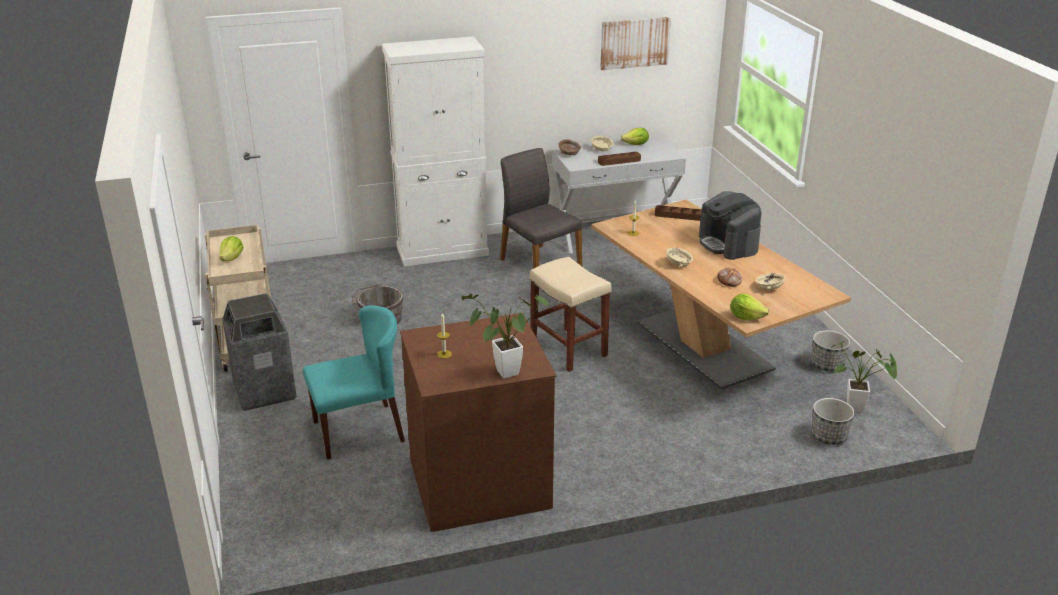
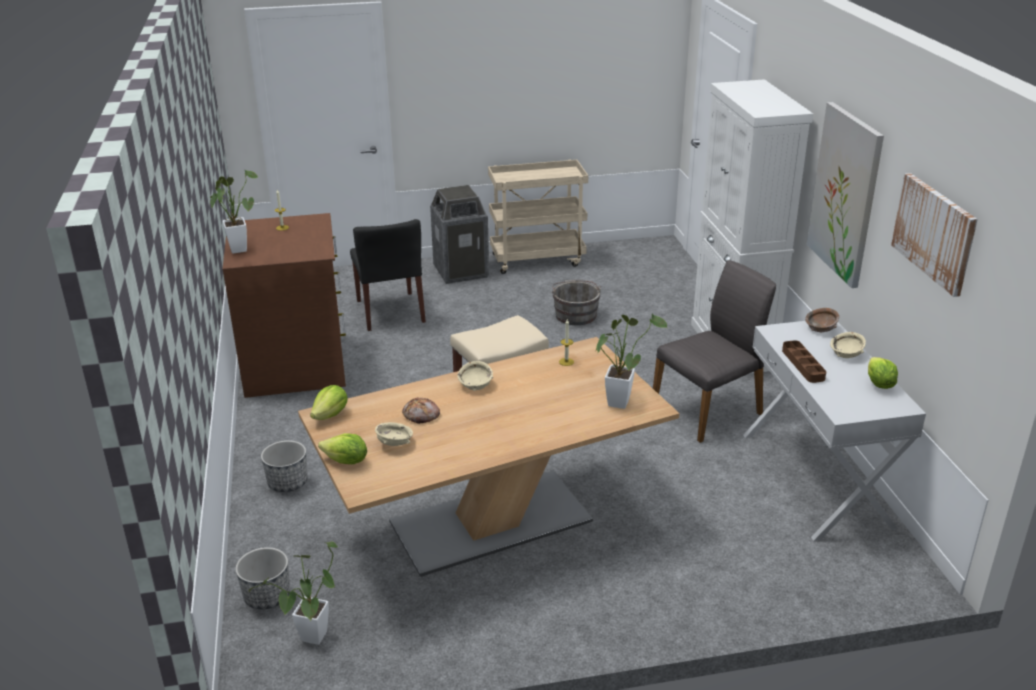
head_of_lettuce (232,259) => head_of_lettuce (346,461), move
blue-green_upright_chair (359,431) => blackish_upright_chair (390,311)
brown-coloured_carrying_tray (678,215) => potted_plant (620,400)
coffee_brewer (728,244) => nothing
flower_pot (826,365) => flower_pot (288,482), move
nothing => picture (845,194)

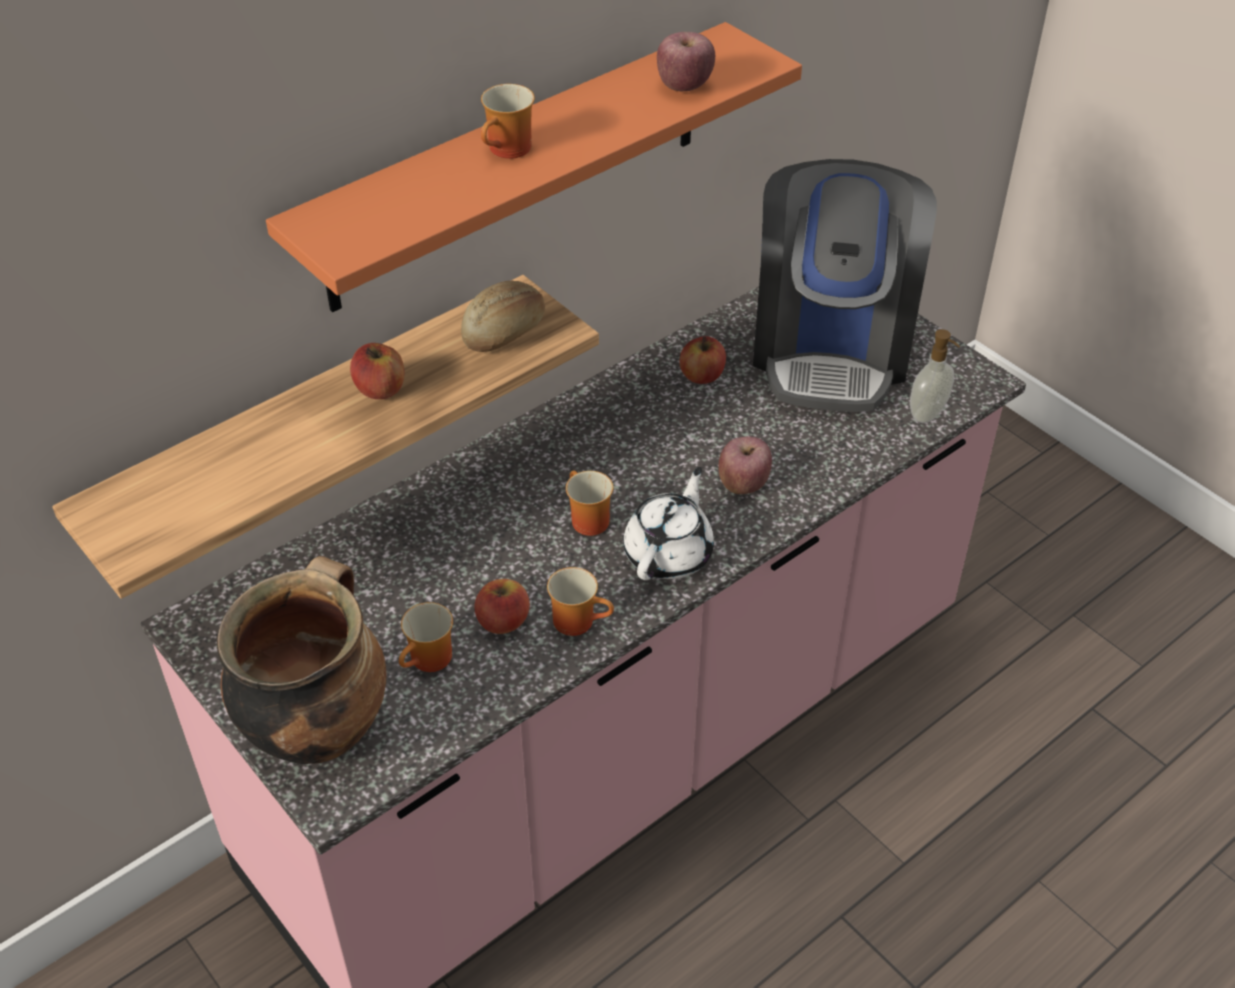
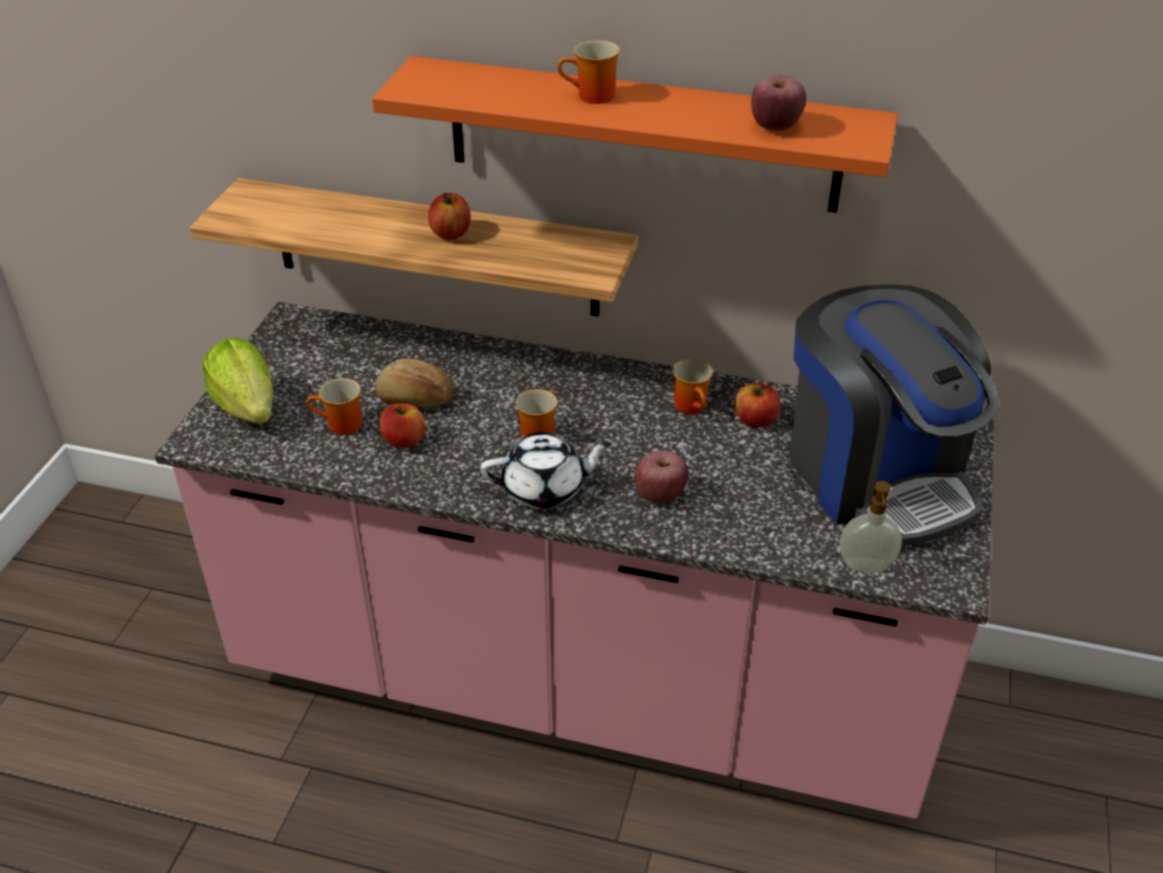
stockpot (317,727) => head_of_lettuce (247,407)
bakery_bread (506,332) => bakery_bread (414,399), move
mug (579,620) => mug (693,406), move
coffee_brewer (831,348) => coffee_brewer (876,474), 90 degrees counterclockwise

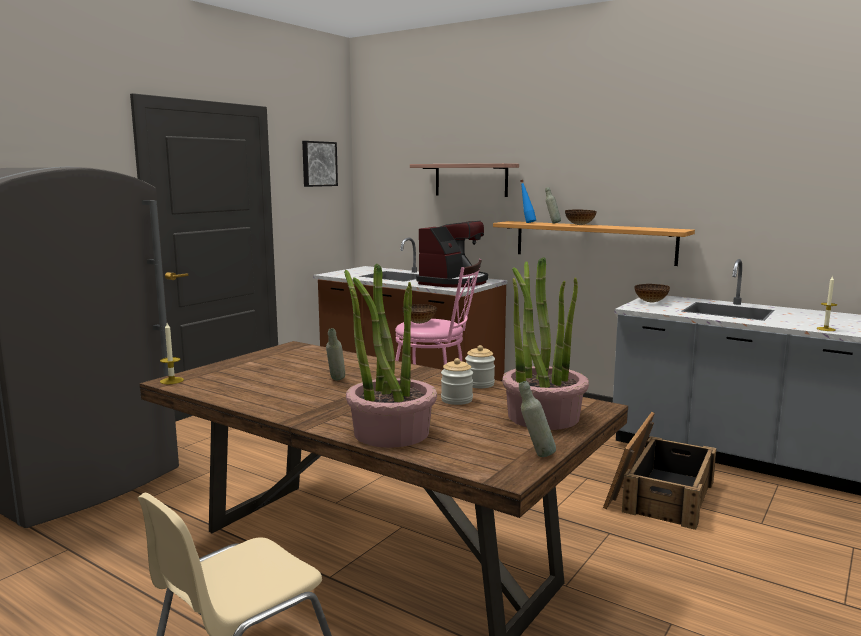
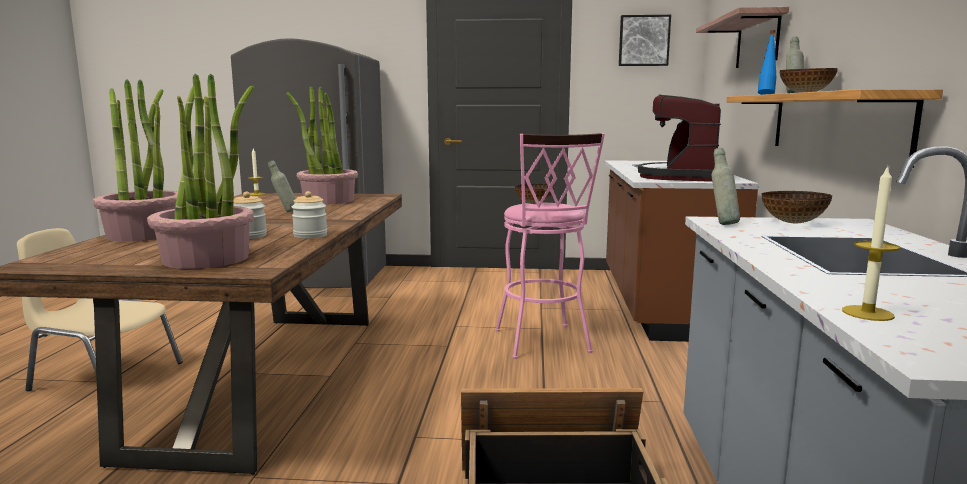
coffee_brewer (454,282) => coffee_brewer (680,177), 105 degrees clockwise
greyish_bottle (536,455) => greyish_bottle (722,224), move
nothing => potted_plant (328,200)

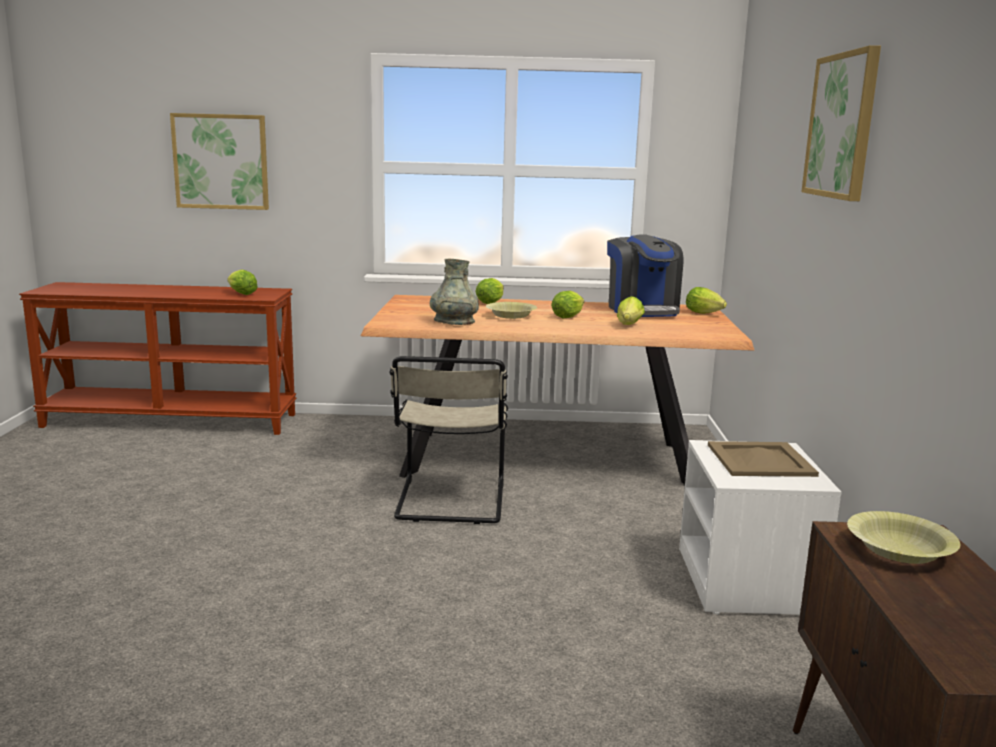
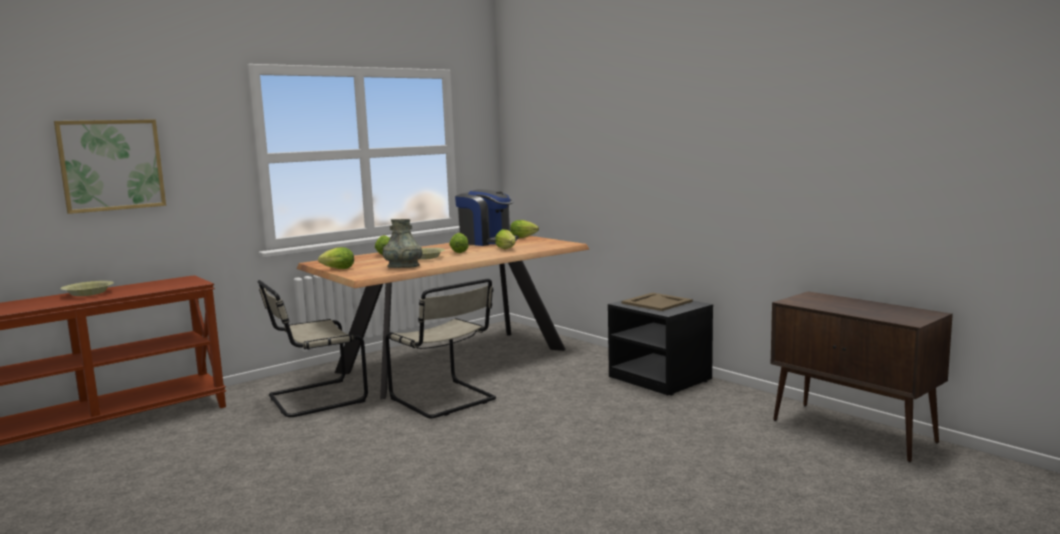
head_of_lettuce (240,293) => head_of_lettuce (336,269), move
white-coloured_night_table (748,582) => blackish_night_table (661,378)
picture (842,126) => nothing
yellow-coloured_bowl (899,550) => yellow-coloured_bowl (88,294), move
nothing => sand-coloured_upright_chair (313,399)

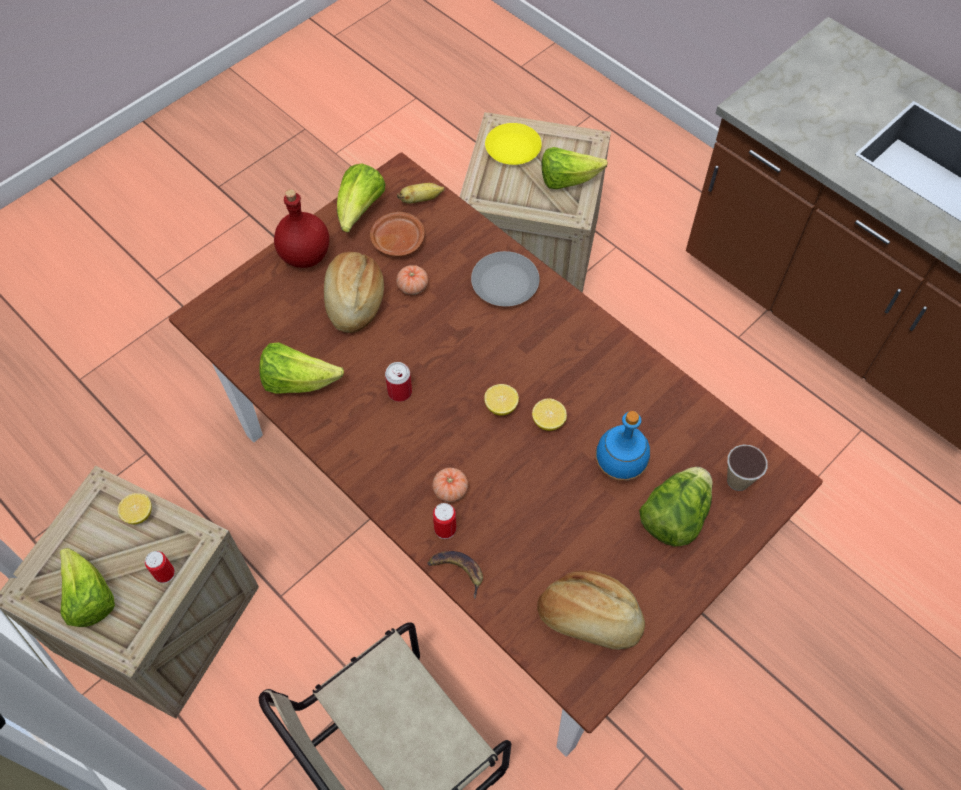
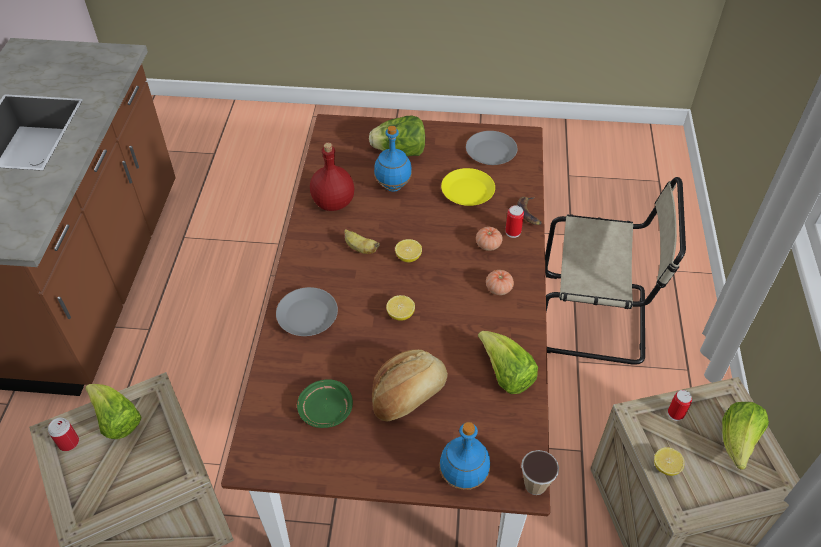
reddish_bottle (304,255) => reddish_bottle (333,203), move
head_of_lettuce (360,211) => nothing
brown-coloured_dinner_plate (397,240) => greenish_dinner_plate (325,410)
can (400,392) => can (68,442), move
whole_tomato (412,286) => whole_tomato (498,288), move
banana_fruit (421,199) => banana_fruit (360,248), move
yellow-coloured_dinner_plate (512,149) => yellow-coloured_dinner_plate (468,192), move
whole_lemon (548,421) => whole_lemon (400,314), move
bakery_bread (589,619) => greyish_dinner_plate (491,152)
drinking_cup (738,480) => drinking_cup (535,485), move
nothing => blue_bottle (463,476)

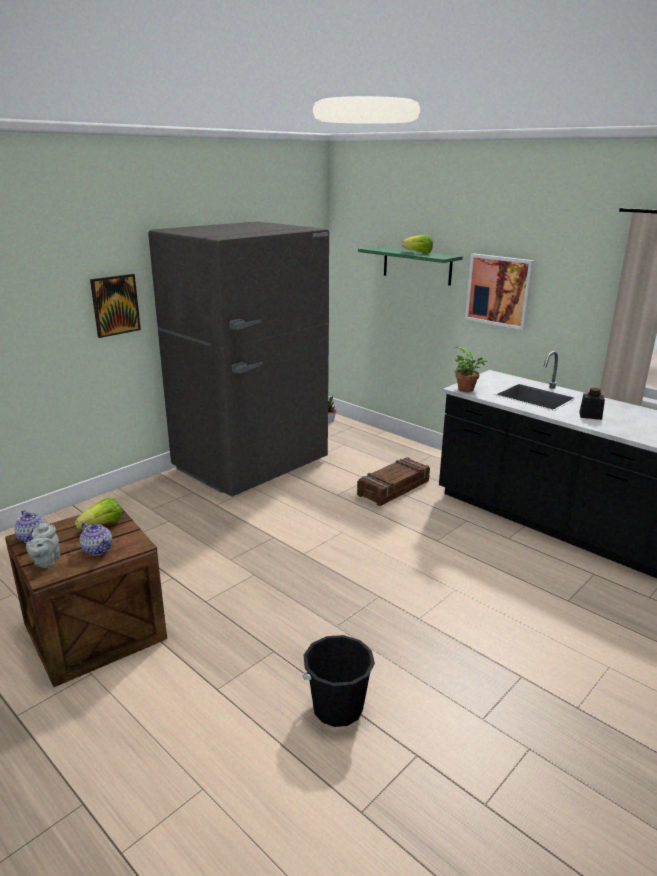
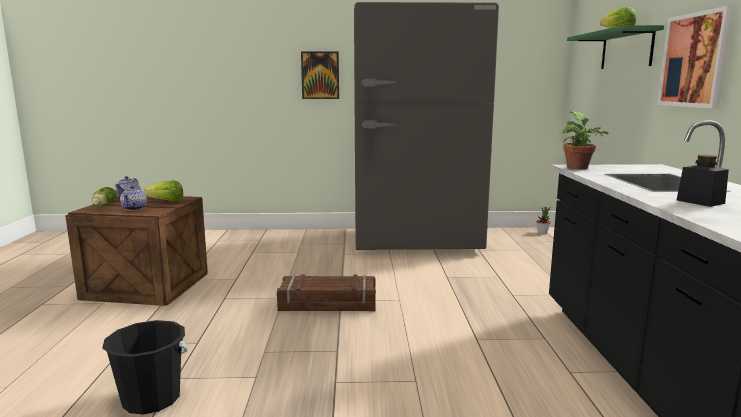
greyish_pot_for_tea (46,562) => head_of_lettuce (103,206)
shipping_crate (394,488) => shipping_crate (328,304), move

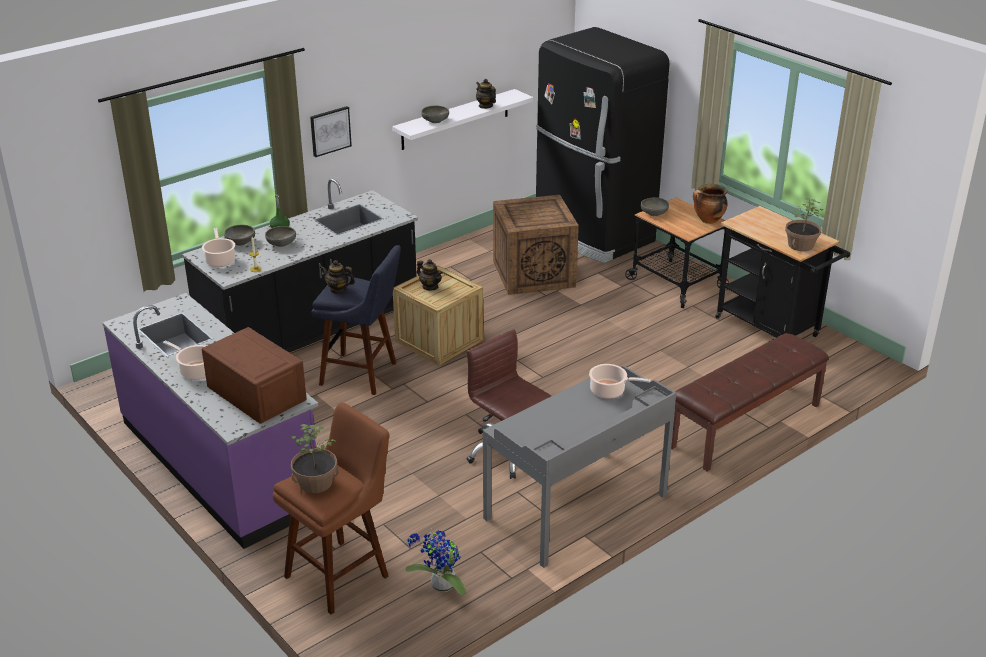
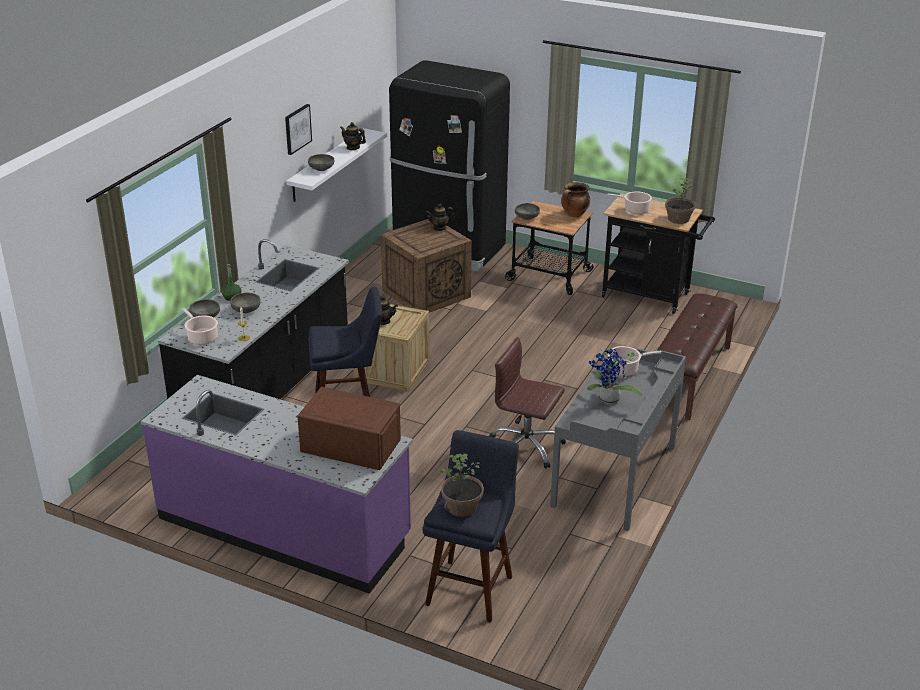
stockpot (195,371) => stockpot (634,210), move
brown-coloured_stool_seat (341,573) => blue_stool_seat (471,586)
picture (330,131) => picture (297,129), move
pot_for_tea (338,290) => pot_for_tea (440,228), move
potted_plant (440,587) => potted_plant (608,401), move

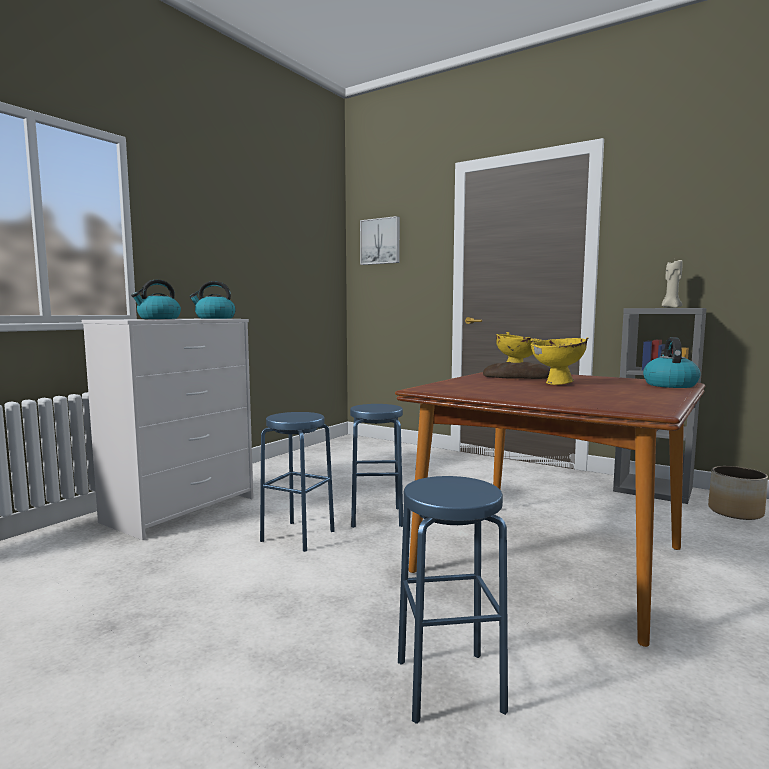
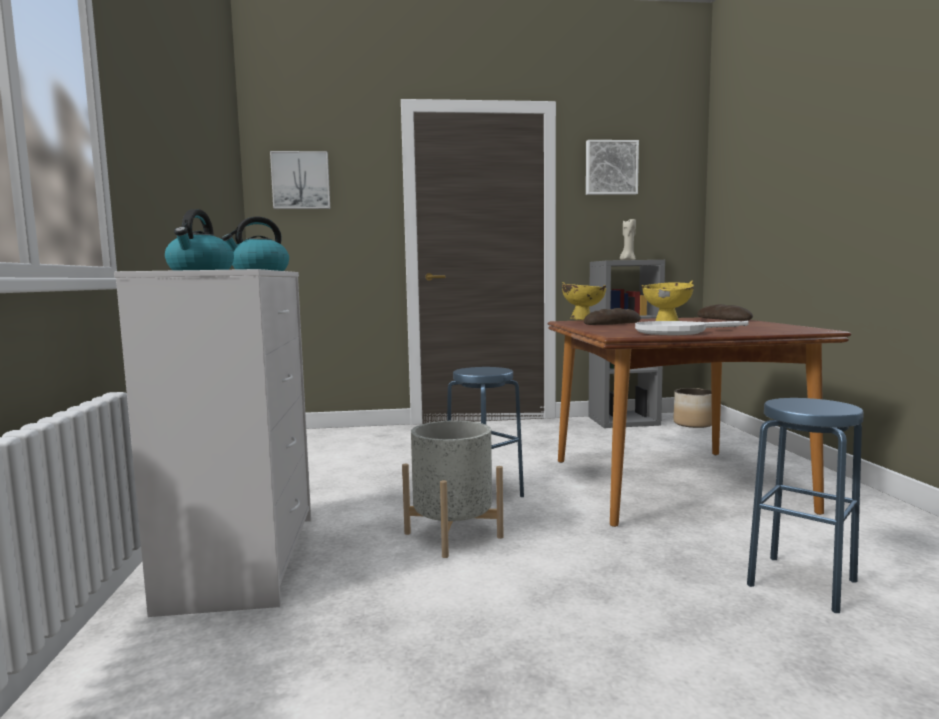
blue_stool_seat (298,535) => greyish_flower_pot (453,535)
tea_kettle (669,385) => bakery_bread (723,319)
nothing => picture (611,168)
nothing => white-coloured_frying_pan (678,332)

